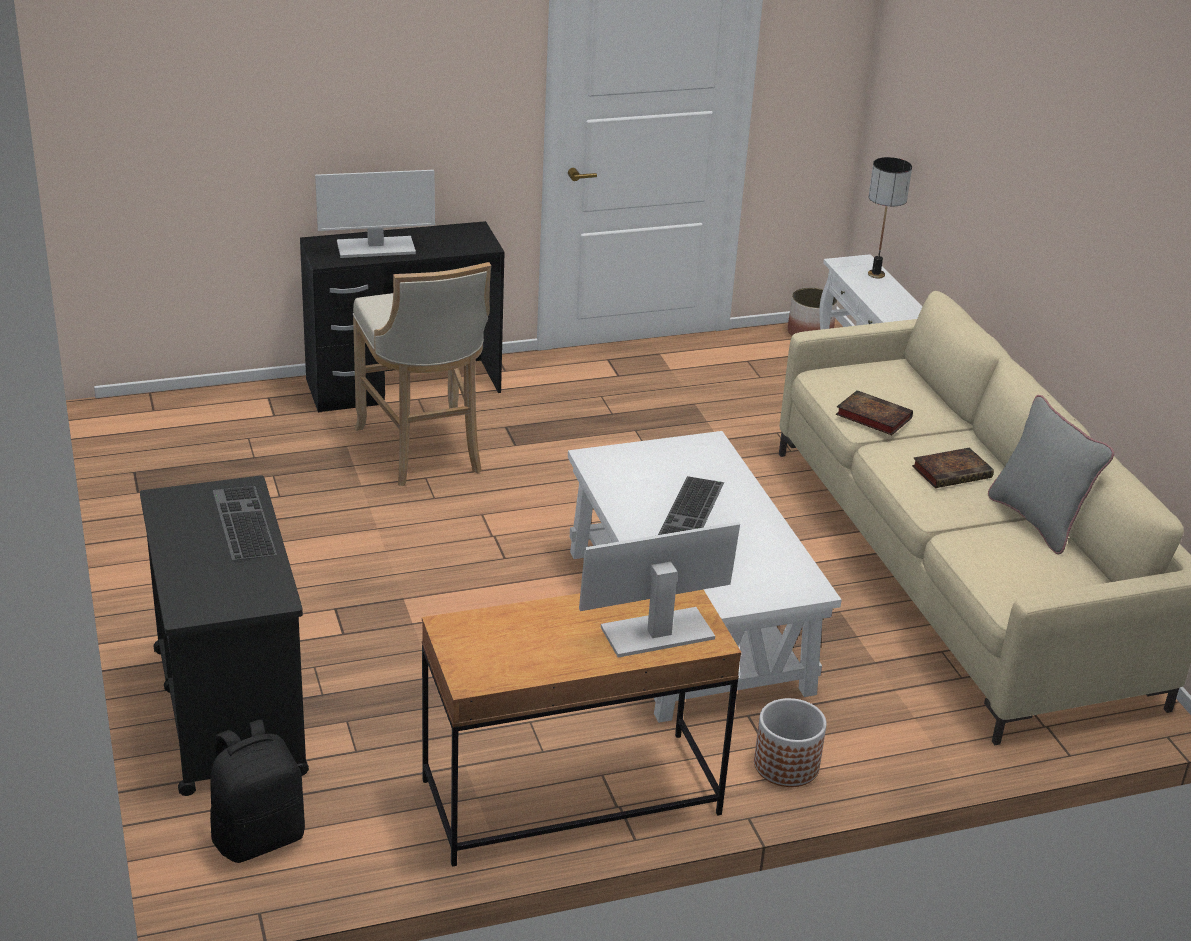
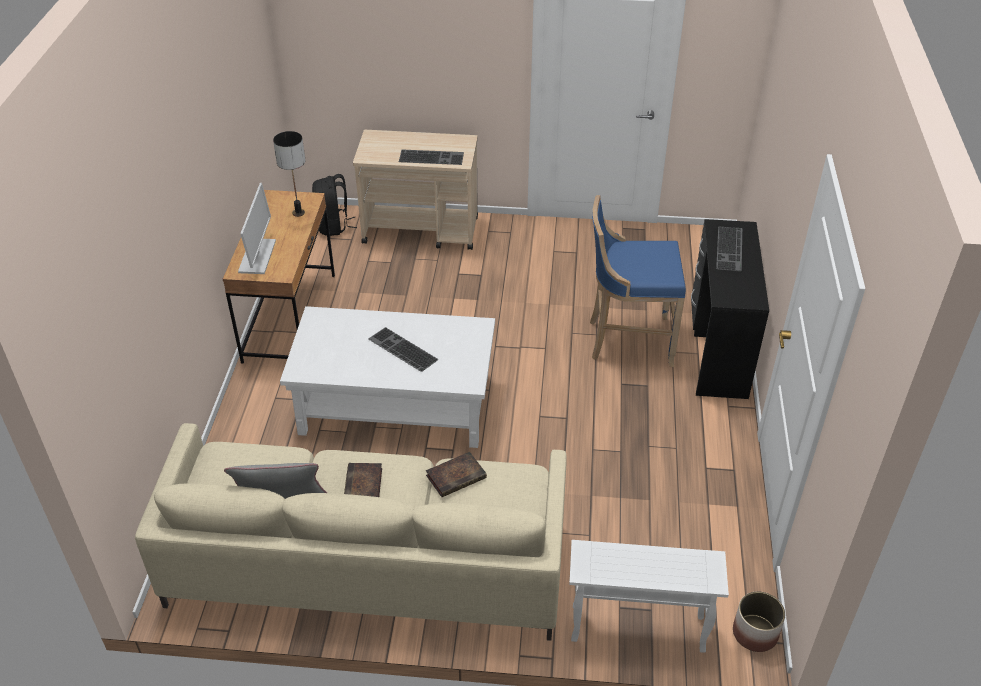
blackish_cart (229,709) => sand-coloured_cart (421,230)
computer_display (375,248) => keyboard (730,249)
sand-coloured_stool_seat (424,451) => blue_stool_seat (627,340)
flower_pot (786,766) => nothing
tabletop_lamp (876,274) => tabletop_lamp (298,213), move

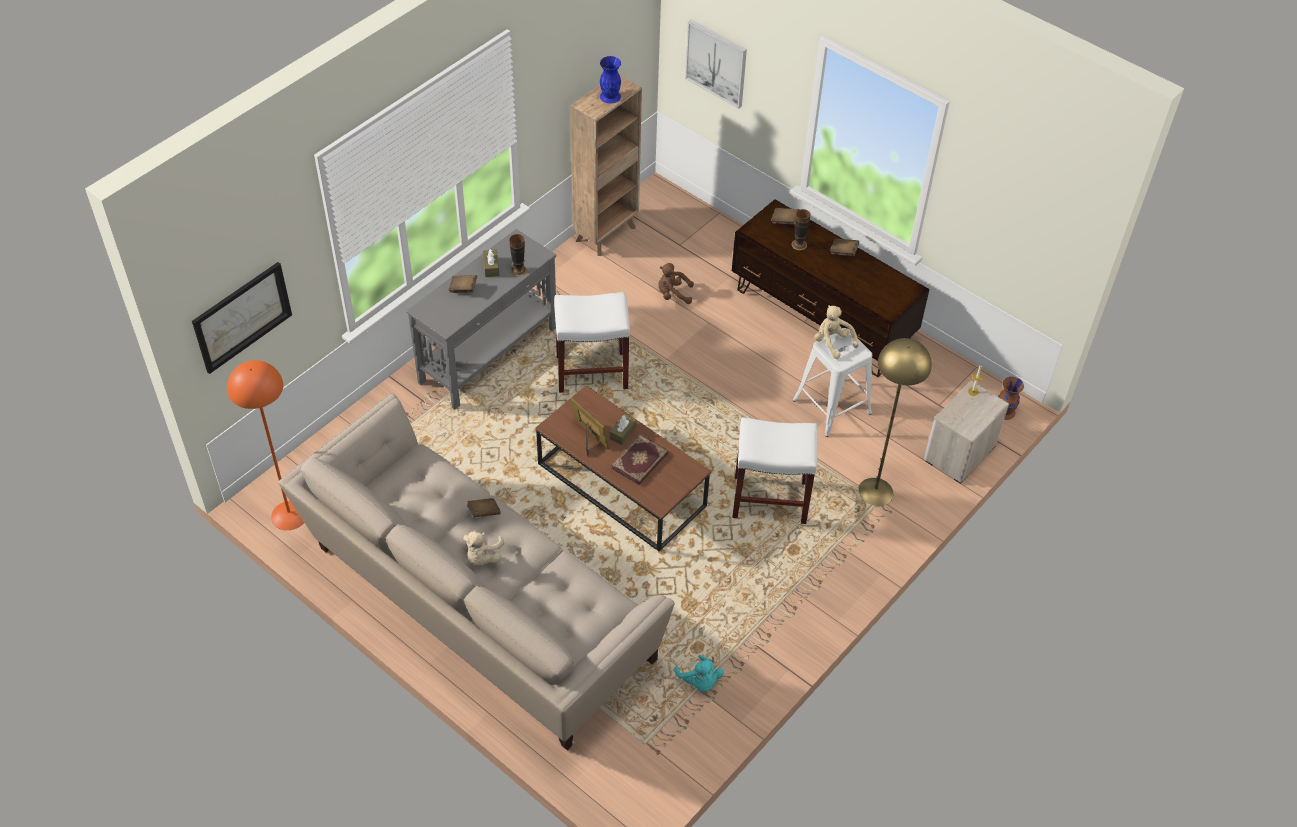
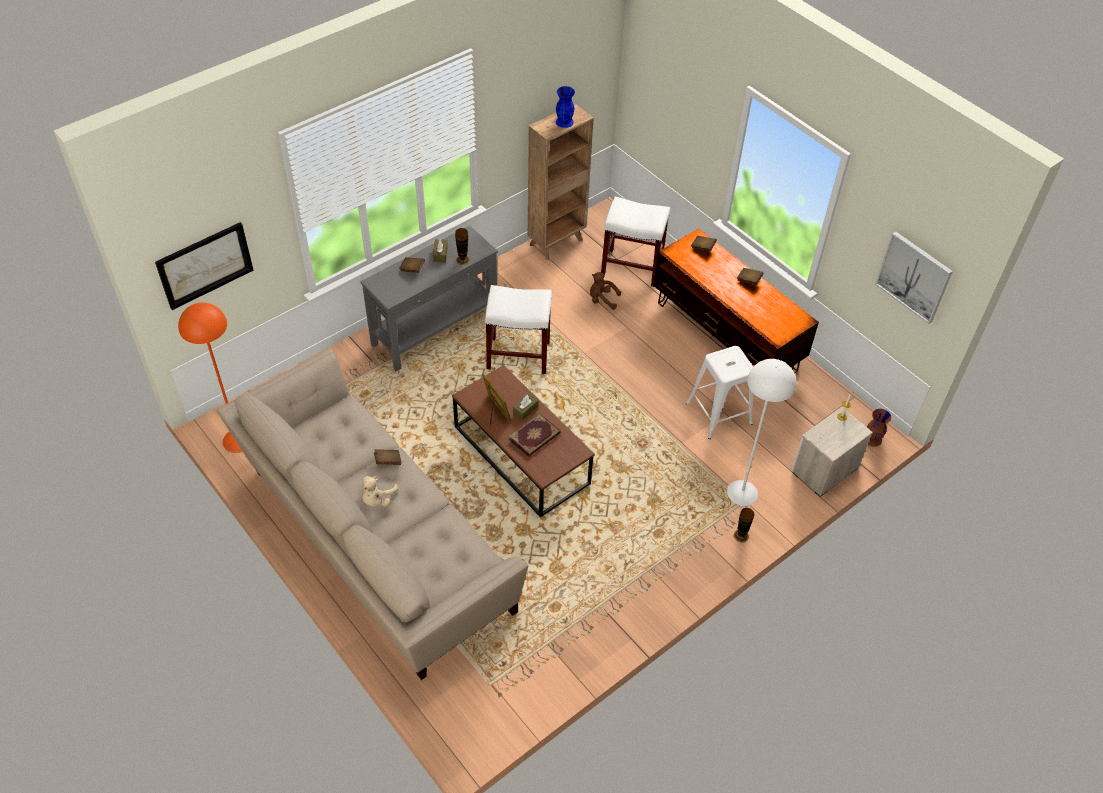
blue-green_cuddly_toy (699,681) => nothing
picture (716,63) => picture (914,276), move
white-coloured_stool_seat (769,499) => white-coloured_stool_seat (631,268), move
flower_vase (799,244) => flower_vase (741,535), move
sand-coloured_cuddly_toy (832,342) => nothing
yellow-coloured_floor_lamp (875,492) => white-coloured_floor_lamp (742,493)

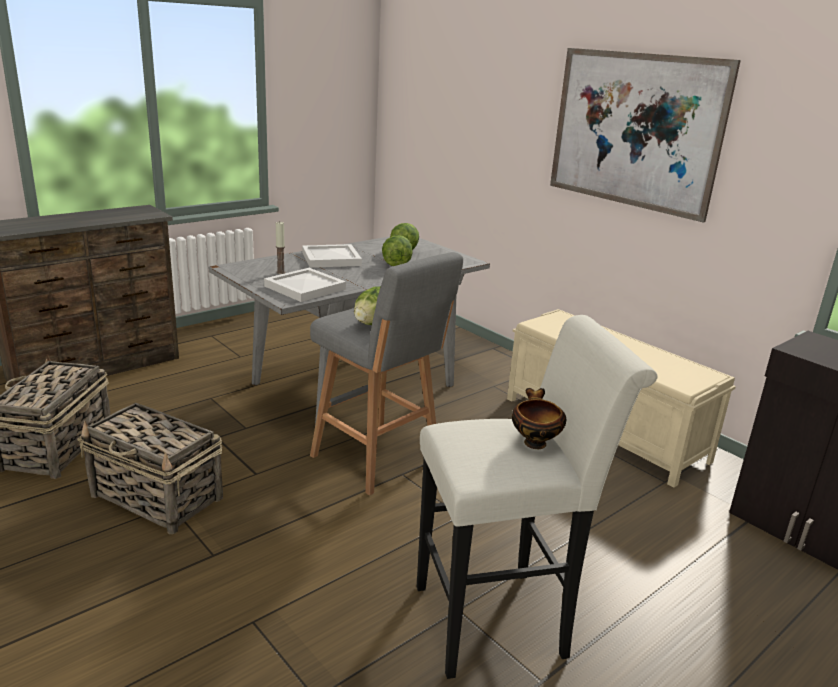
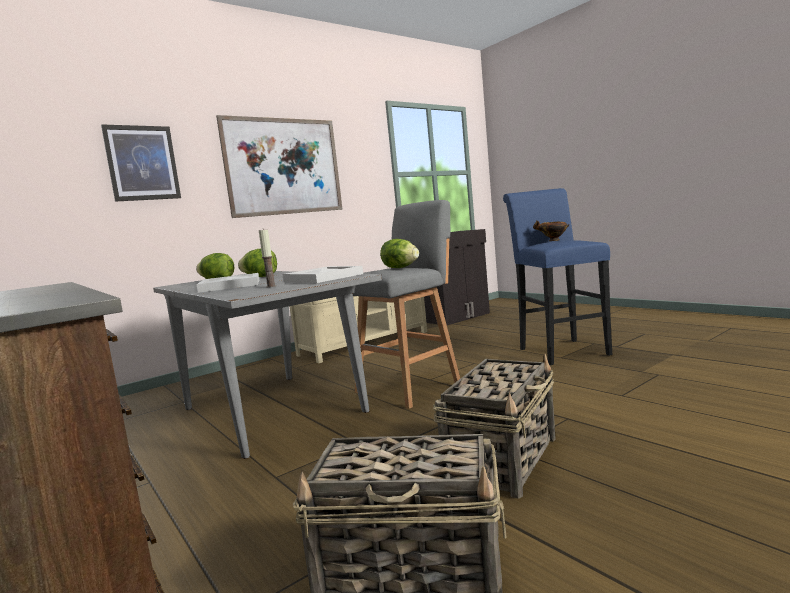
white-coloured_stool_seat (501,619) => blue_stool_seat (560,350)
nothing => picture (142,163)

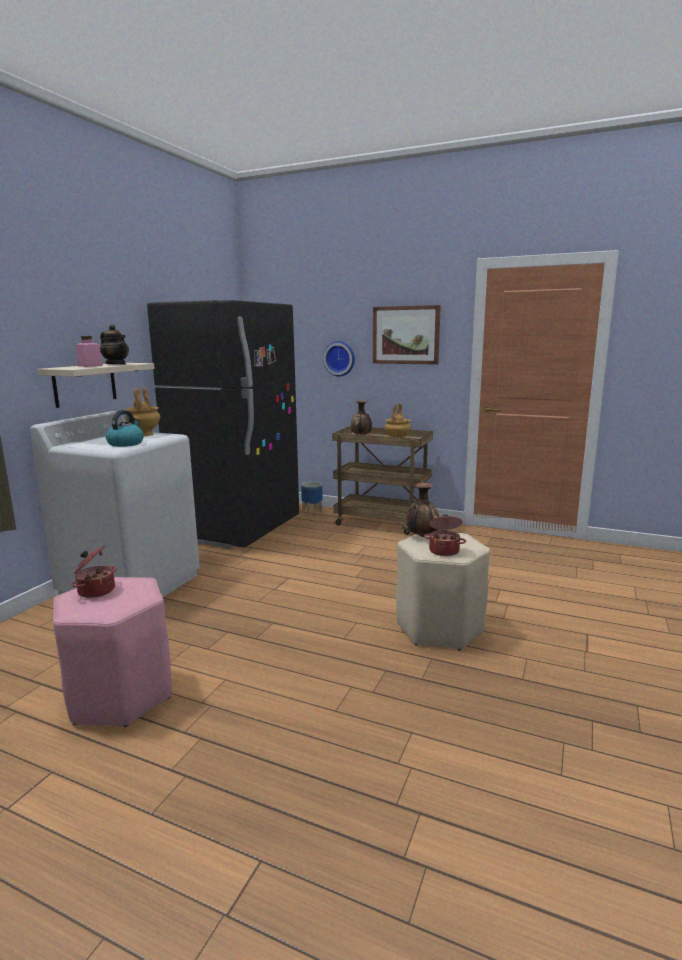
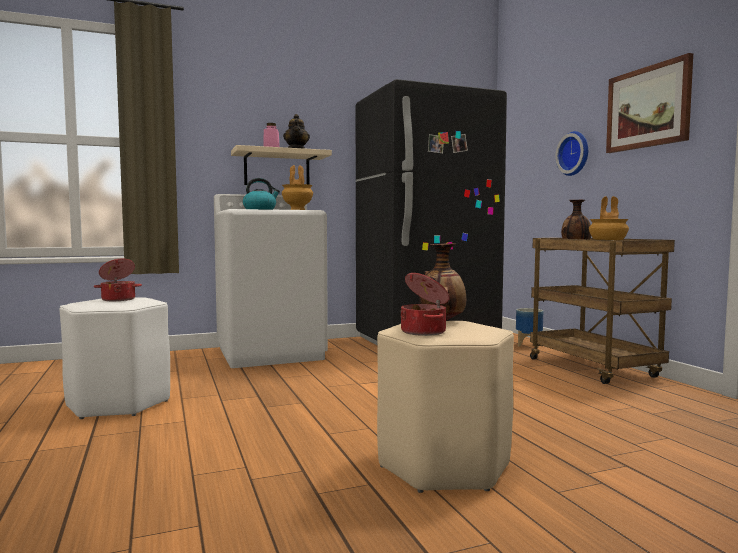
pink_stool_seat (121,695) => white-coloured_stool_seat (119,403)

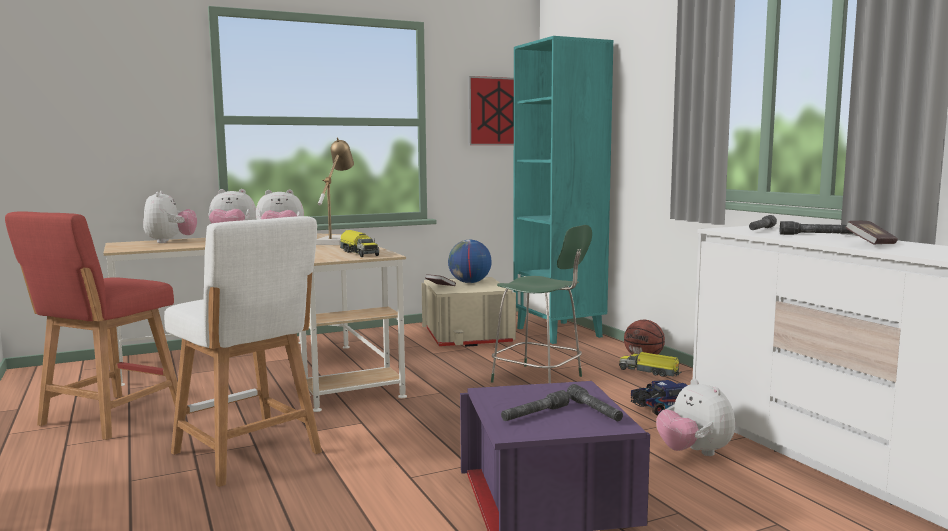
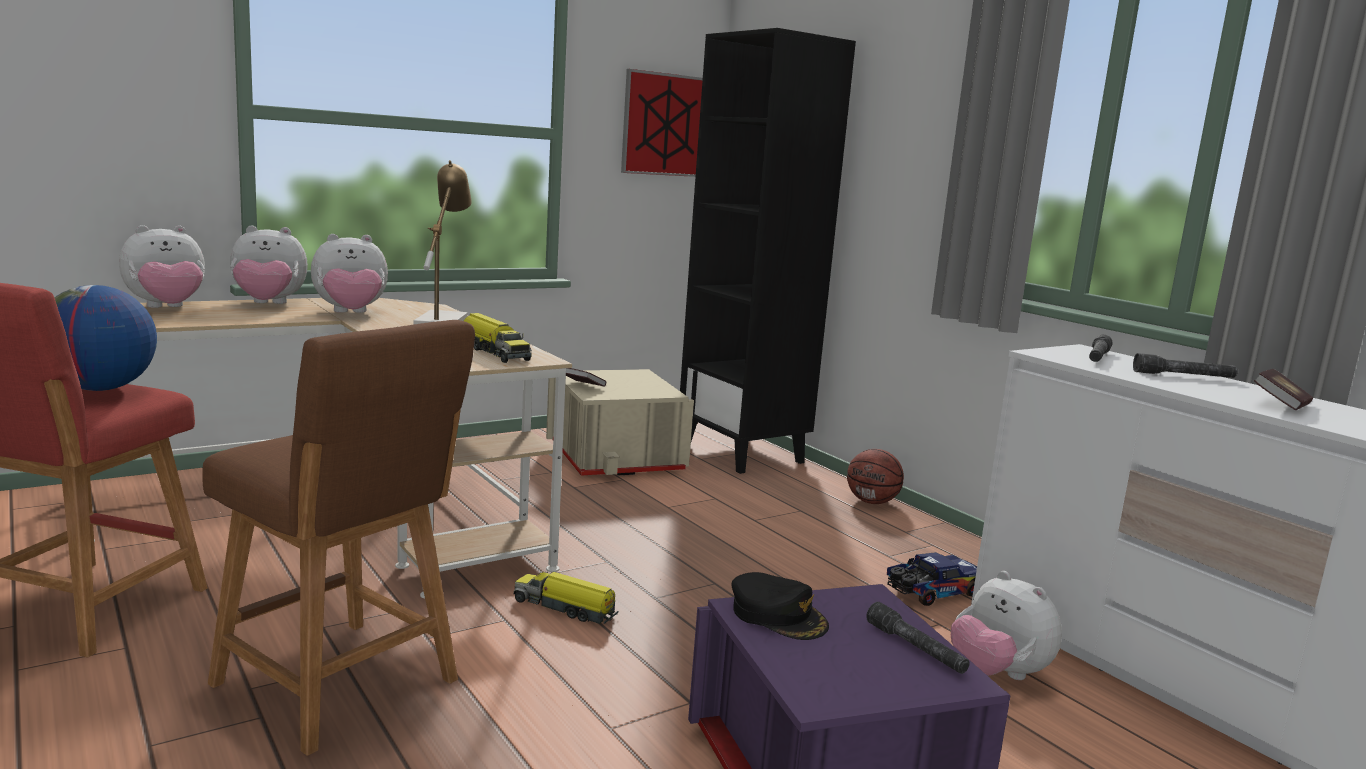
cuddly_toy (170,241) => cuddly_toy (167,308), 75 degrees clockwise
white-coloured_stool_seat (250,455) => brown-coloured_stool_seat (342,687)
desk_globe (469,283) => desk_globe (100,389), move
greenish_stool_seat (540,380) => nothing
greyish_torch (534,414) => nothing
blue-green_bookcase (559,332) => blackish_bookcase (743,453)
toy_truck (650,372) => toy_truck (565,608), move
nothing => blackish_peaked_cap (778,615)

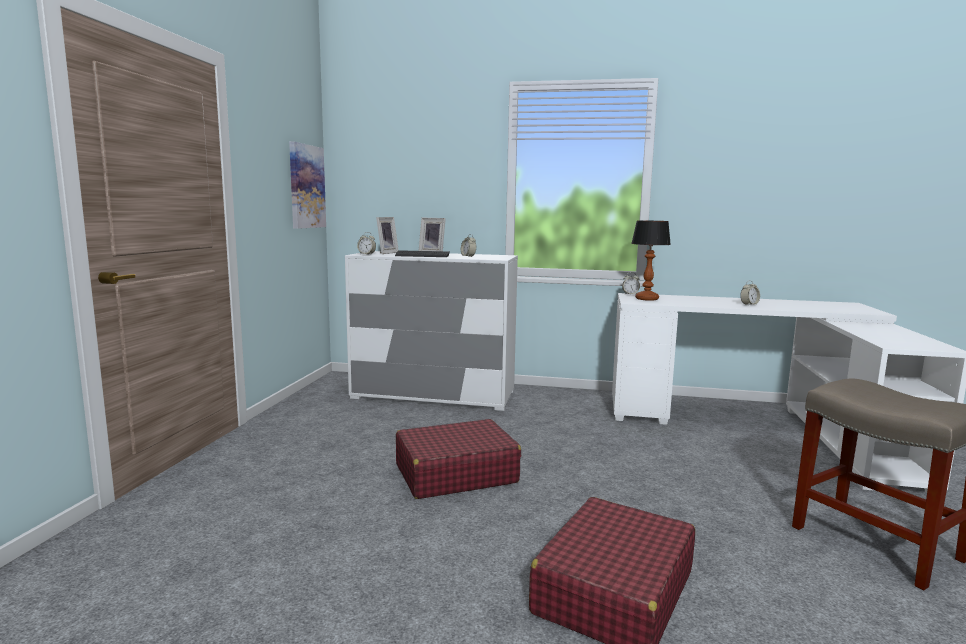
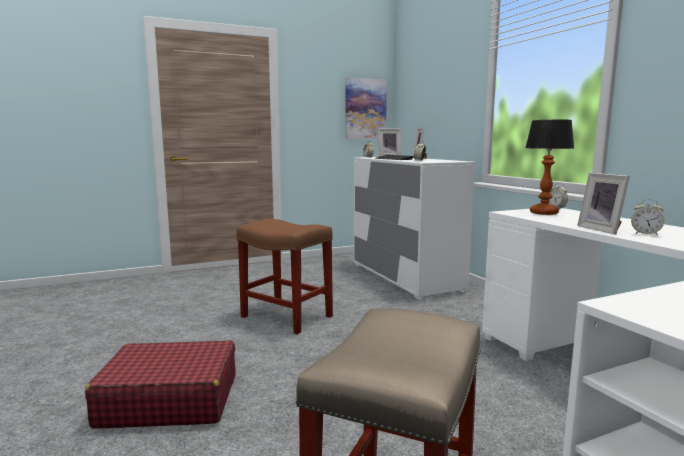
reddish_piece_of_luggage (455,474) => brown-coloured_stool_seat (285,316)
nothing => photo_frame (602,229)

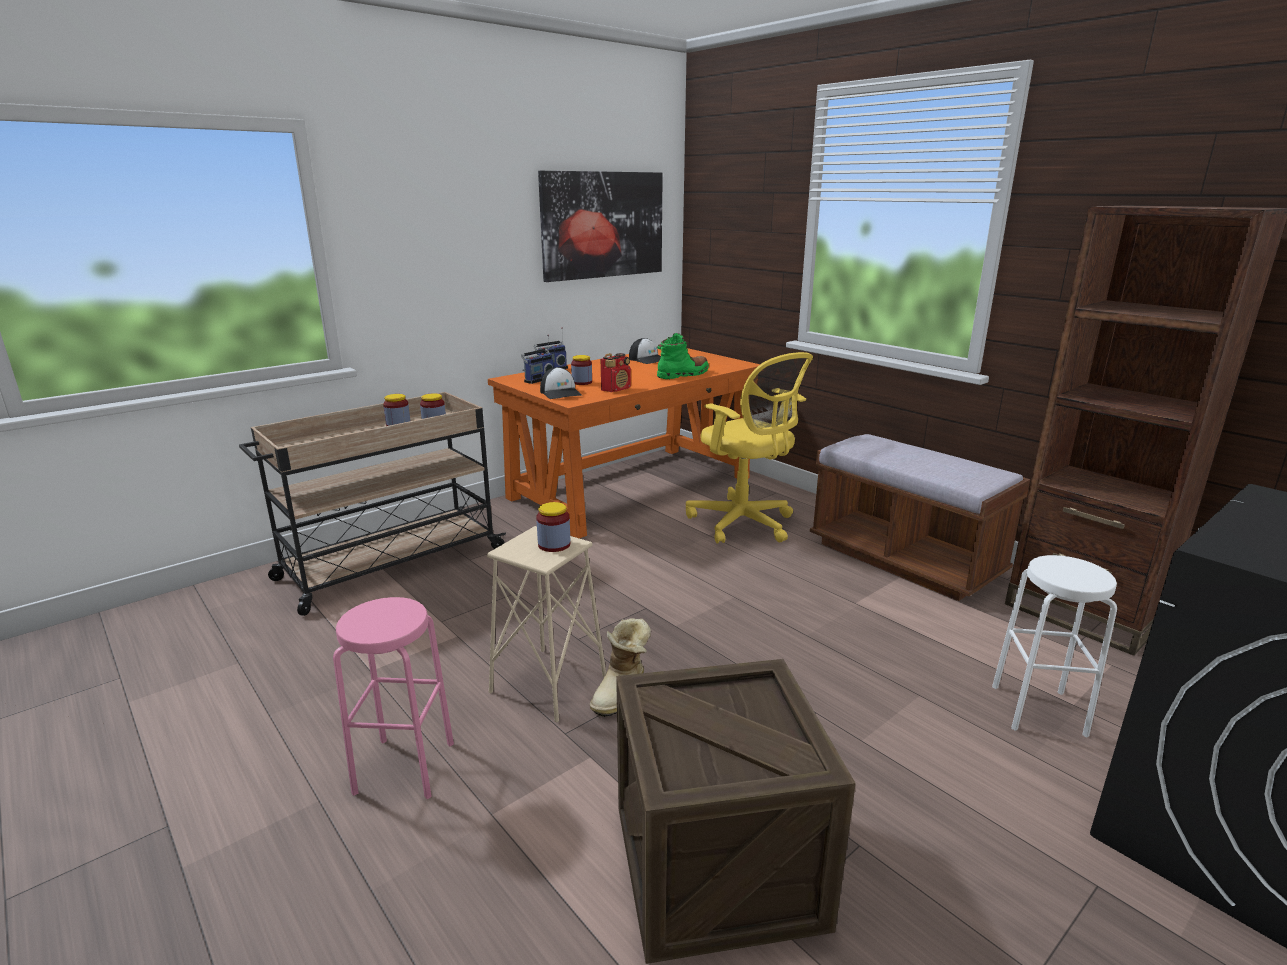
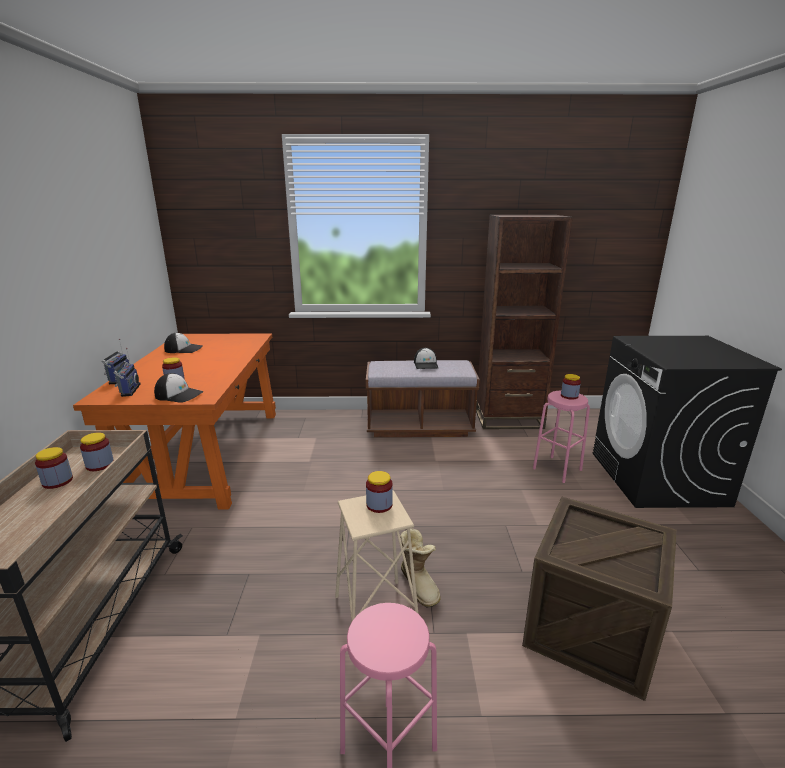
picture (603,225) => nothing
radio_receiver (616,389) => nothing
greenish_boot (683,374) => nothing
yellow-coloured_office_chair (744,524) => nothing
white-coloured_stool_seat (1038,710) => pink_stool_seat (557,469)
nothing => peaked_cap (426,364)
nothing => storage_jar (569,396)

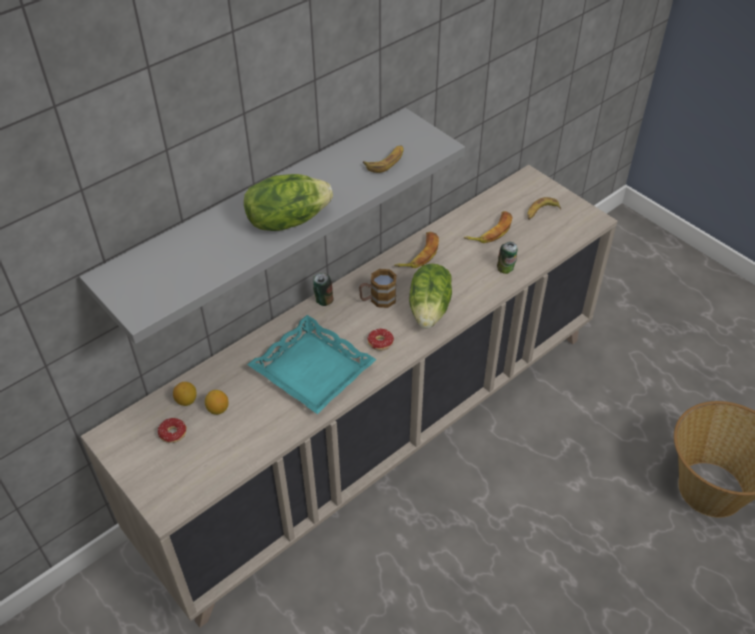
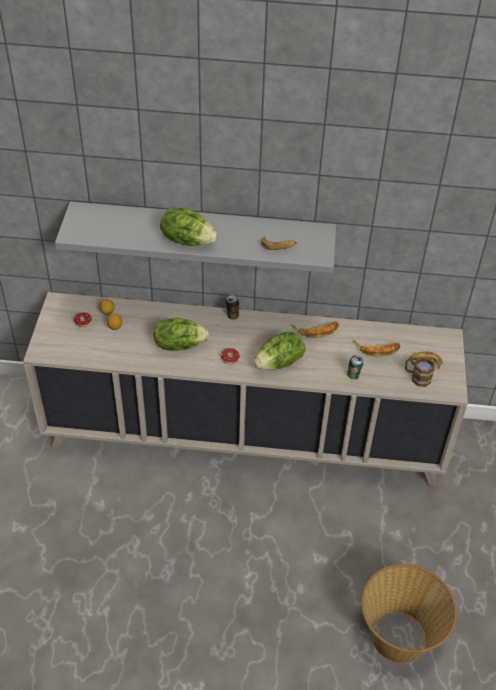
blue-green_carrying_tray (311,370) => head_of_lettuce (179,344)
mug (377,299) => mug (417,377), move

